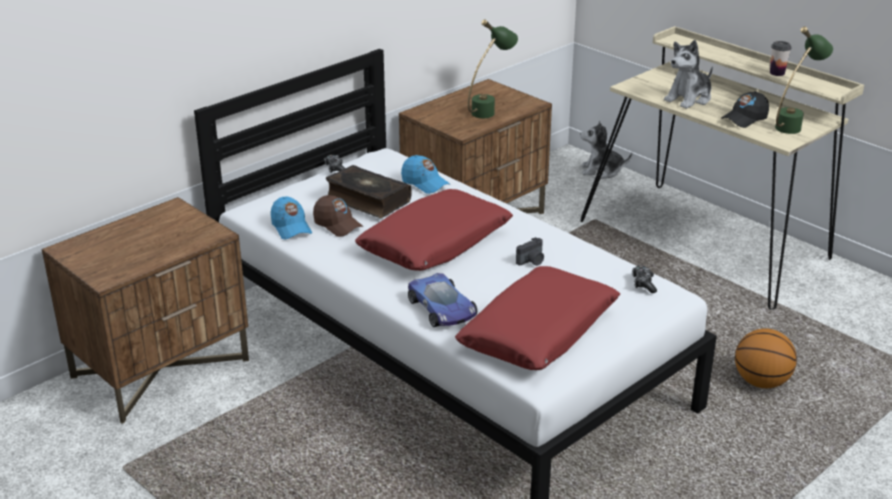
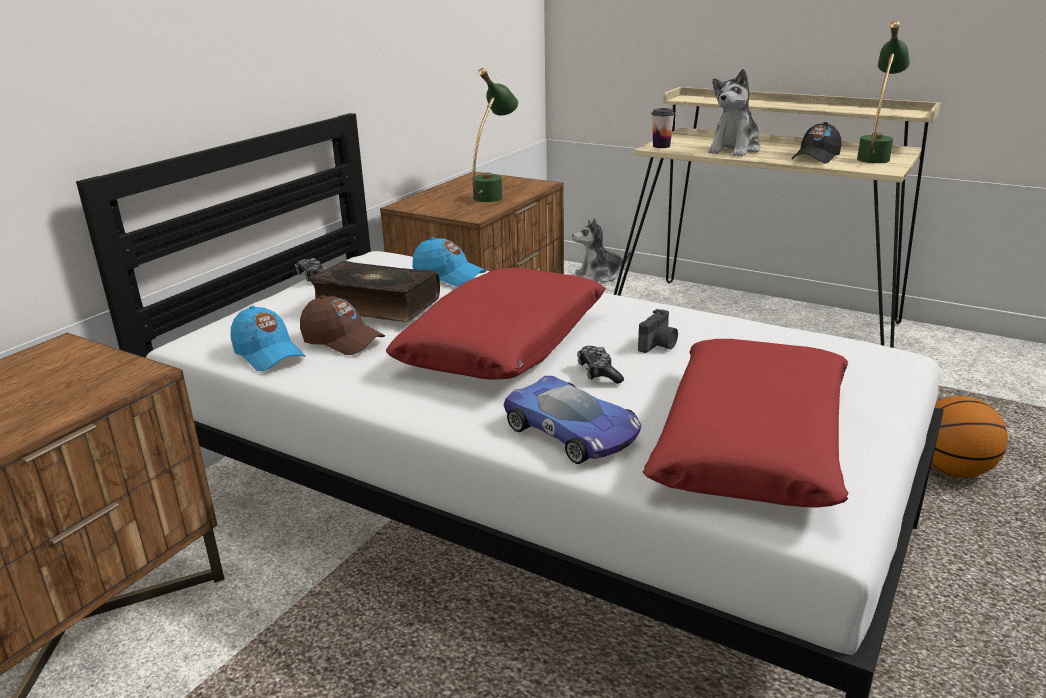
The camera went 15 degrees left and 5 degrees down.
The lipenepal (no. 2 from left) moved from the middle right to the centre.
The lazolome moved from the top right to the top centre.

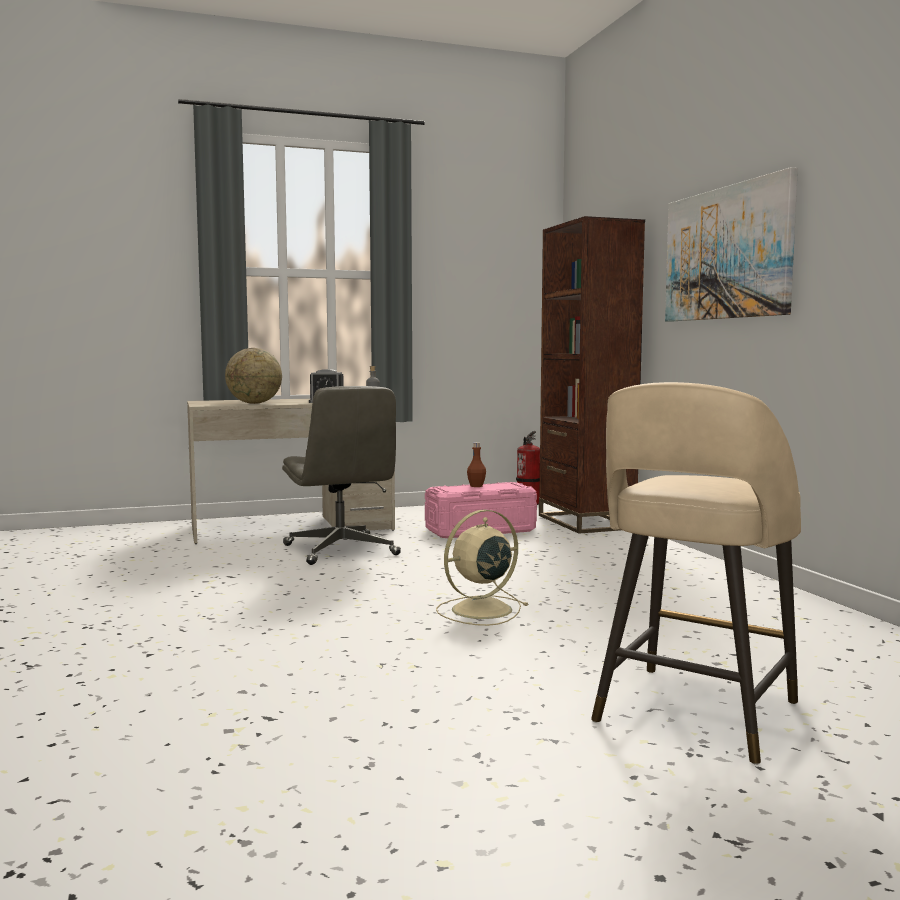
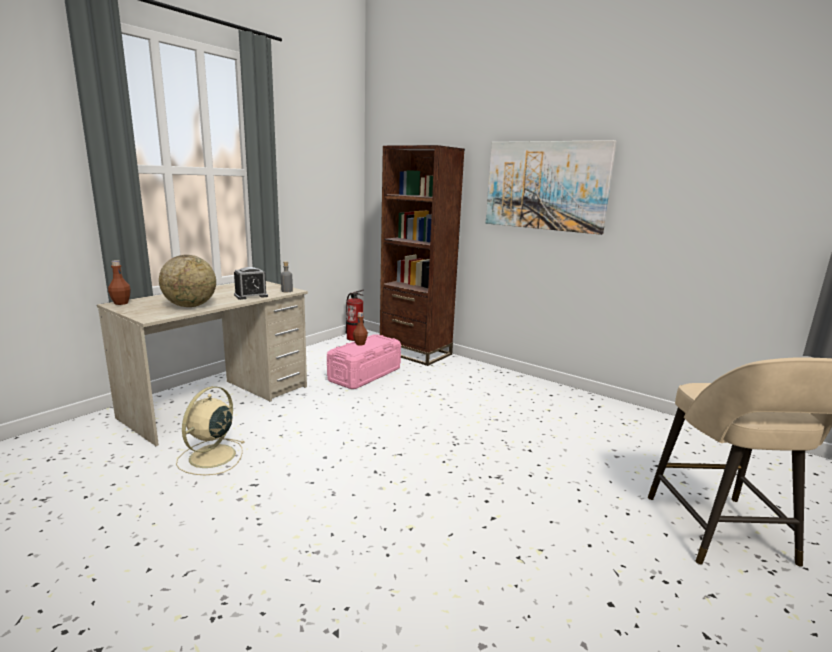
The camera went 35 degrees left and 10 degrees up.
The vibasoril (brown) (no. 1 from left) at the middle left appeared.
The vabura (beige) moved from the centre to the middle left.
The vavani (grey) at the centre disappeared.

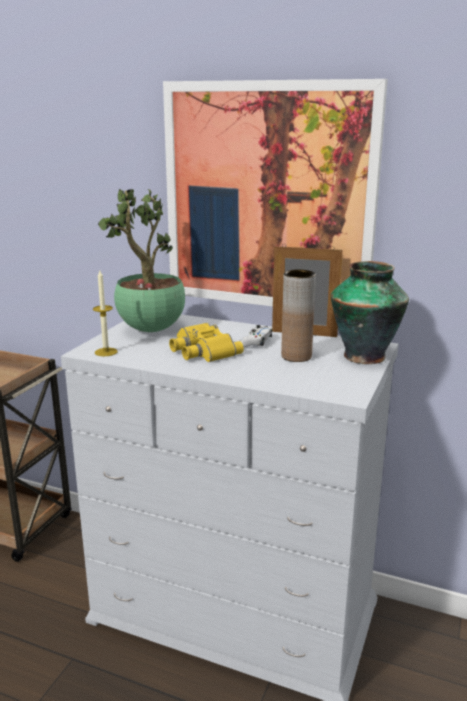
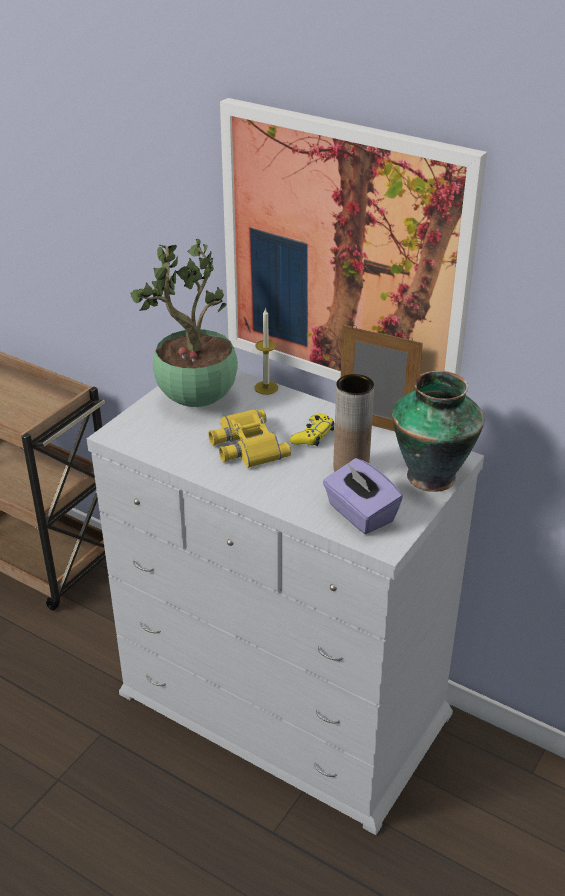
The camera went 10 degrees right and 15 degrees up.
The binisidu moved from the middle left to the centre.
The lipenepal (white) at the centre became the lipenepal (yellow) at the centre.
The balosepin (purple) at the centre appeared.

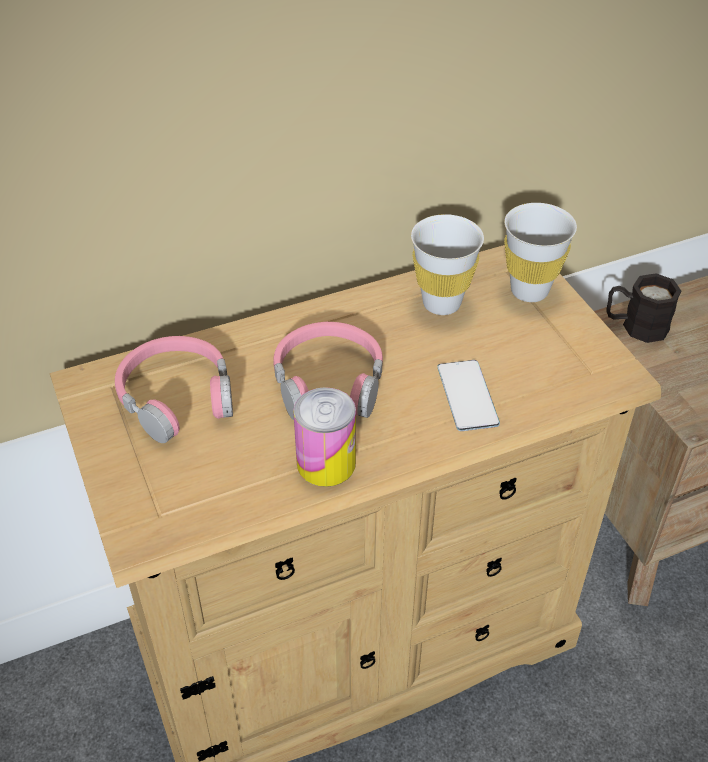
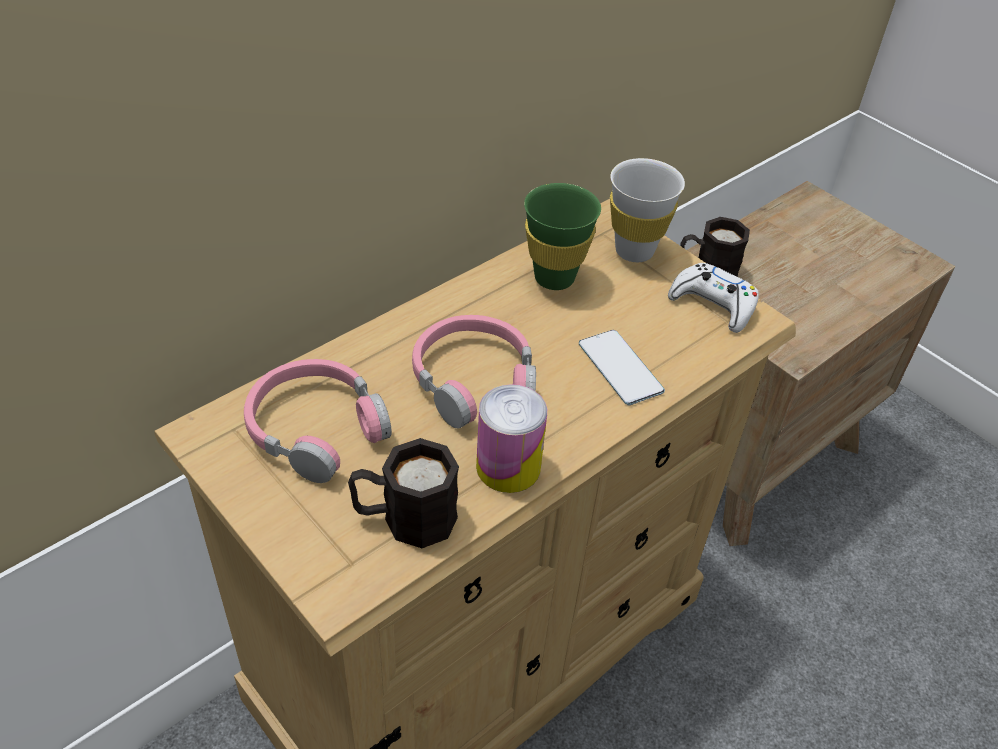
The camera went 20 degrees left and 0 degrees up.
The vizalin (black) (no. 1 from left) at the centre appeared.
The lazolome (white) (no. 1 from left) at the centre became the lazolome (green) at the top centre.
The lipenepal (white) at the middle right appeared.

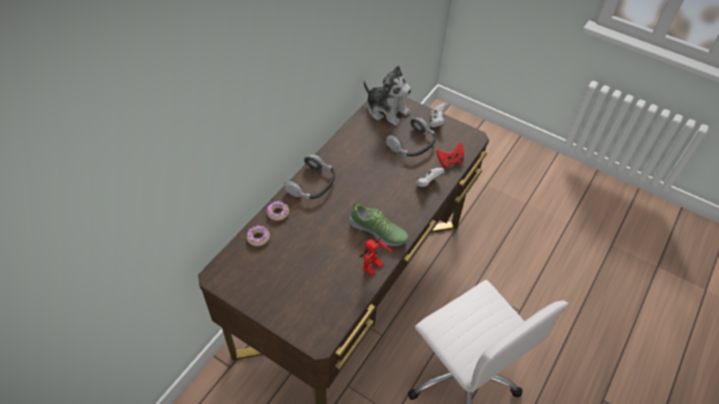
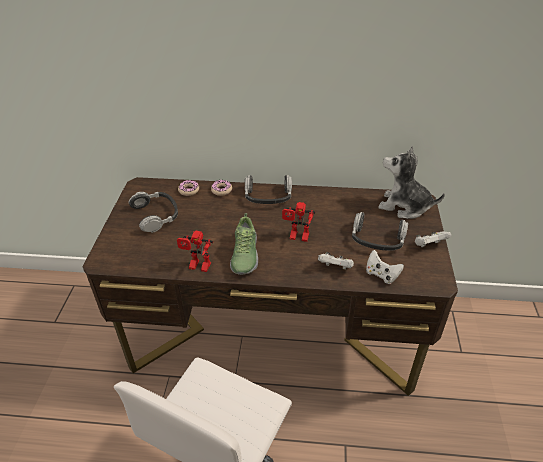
The camera went 65 degrees right and 10 degrees down.
The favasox (no. 1 from left) at the middle left appeared.
The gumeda (no. 2 from left) at the centre appeared.
The lipenepal (red) at the centre became the lipenepal (white) (no. 2 from left) at the middle right.
The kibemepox at the top centre turned 105 degrees clockwise.

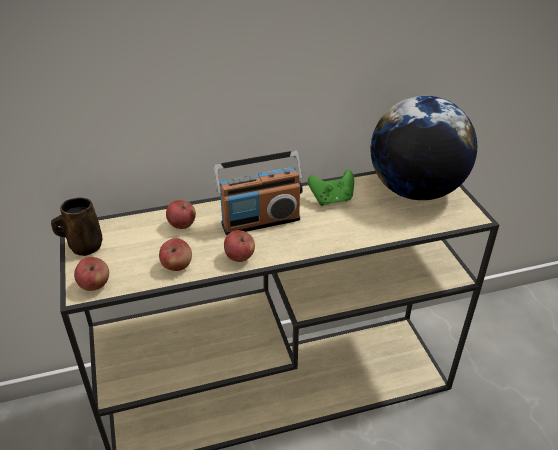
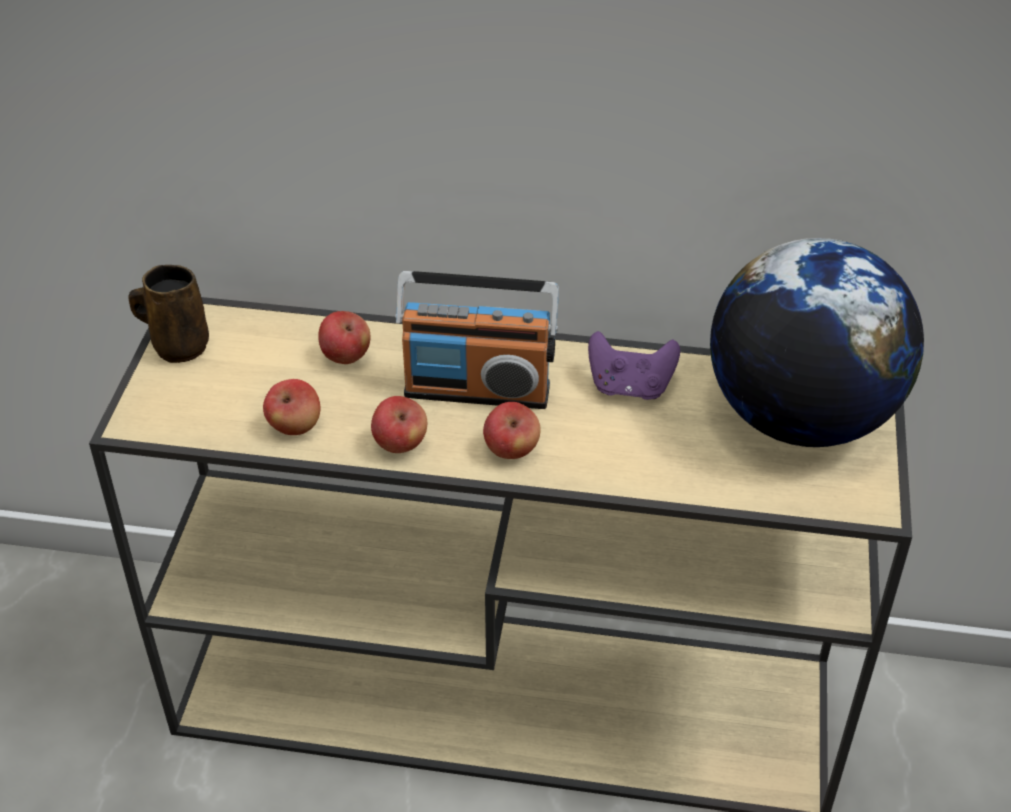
The camera went 25 degrees right and 5 degrees up.
The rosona (no. 1 from left in the first image) moved from the middle left to the centre.
The lipenepal (green) at the centre became the lipenepal (purple) at the centre.

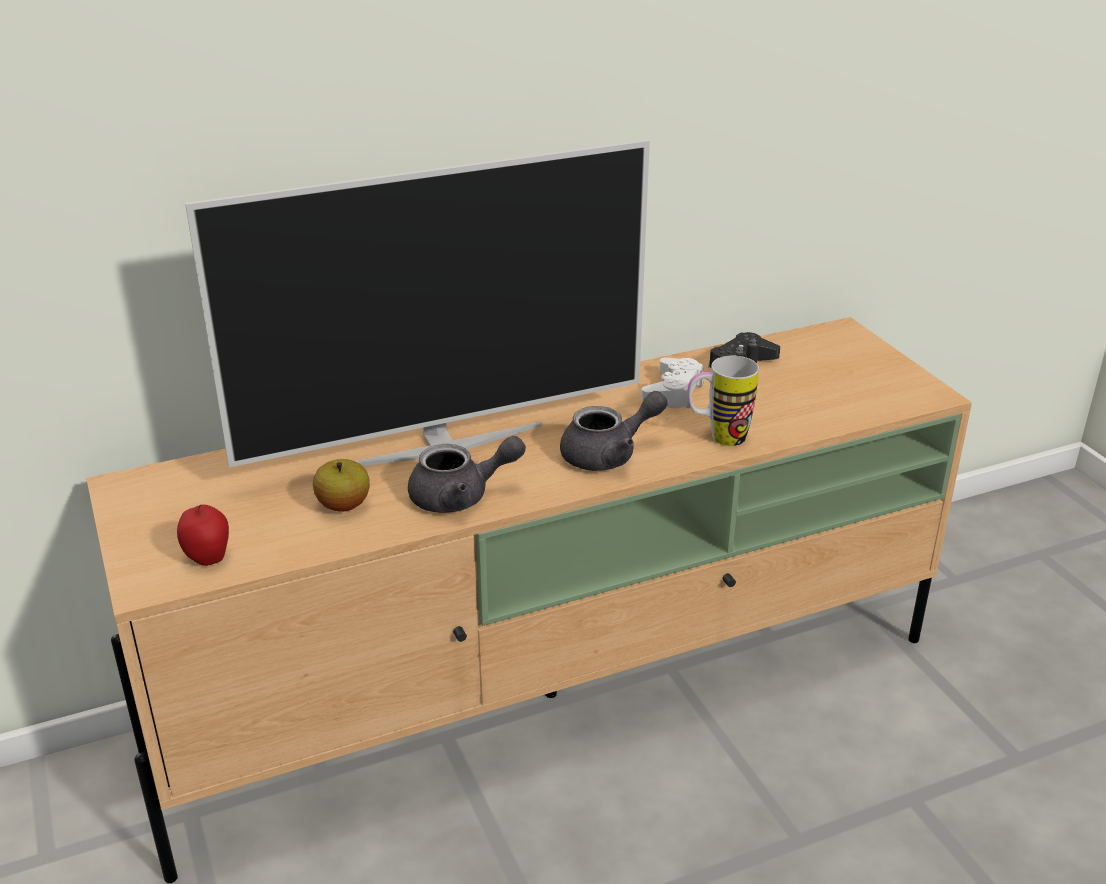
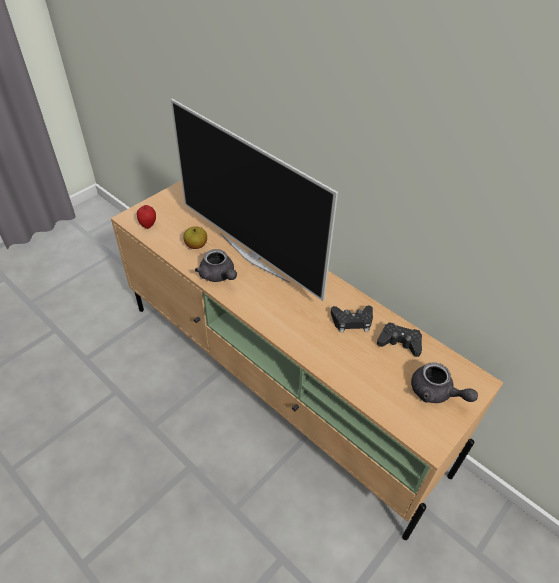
The camera went 65 degrees right and 15 degrees up.
The lipenepal (white) at the centre became the lipenepal (black) (no. 1 from left) at the centre.
The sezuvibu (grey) (no. 2 from left) moved from the centre to the middle right.
The vizalin at the centre disappeared.

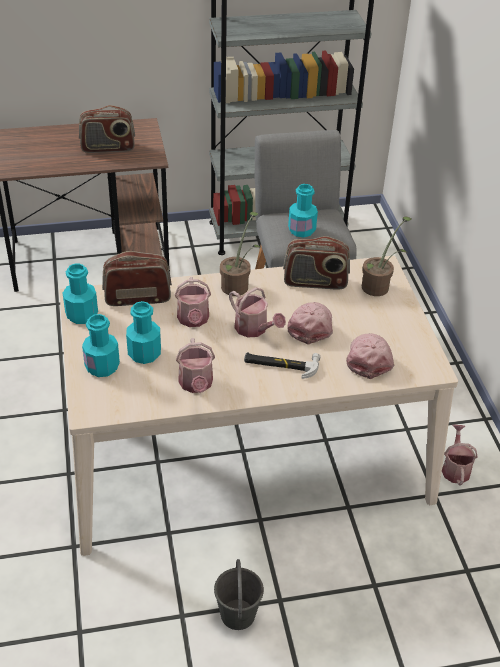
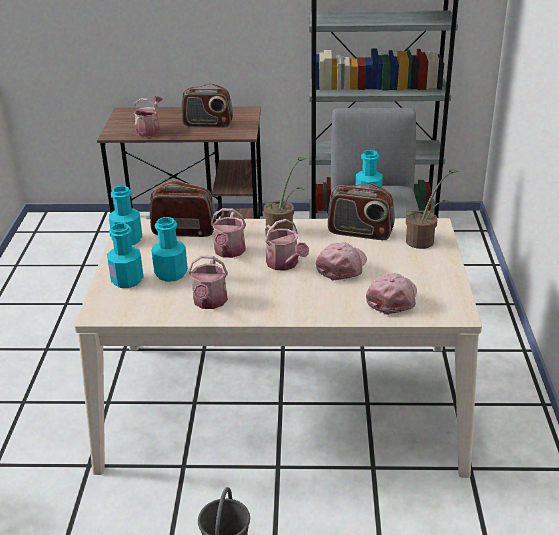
The camera went 15 degrees right and 10 degrees down.
The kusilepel (no. 4 from left in the first image) moved from the bottom right to the top left.
The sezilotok at the centre disappeared.

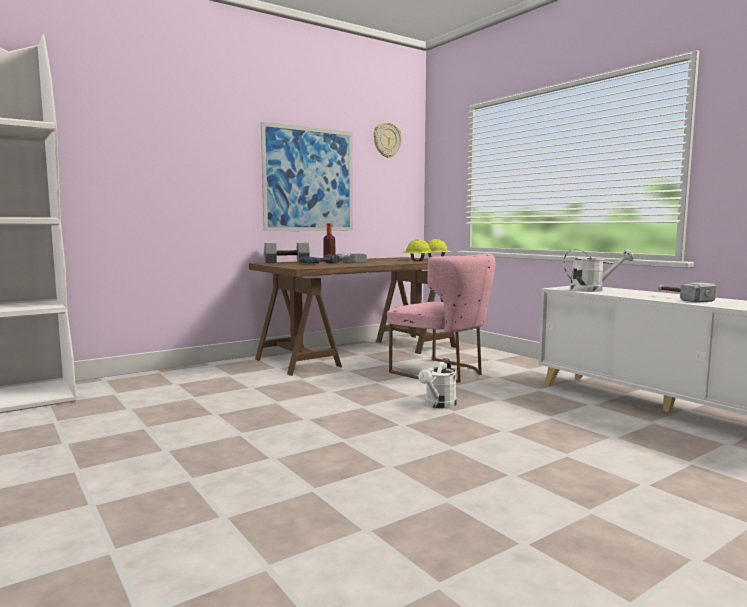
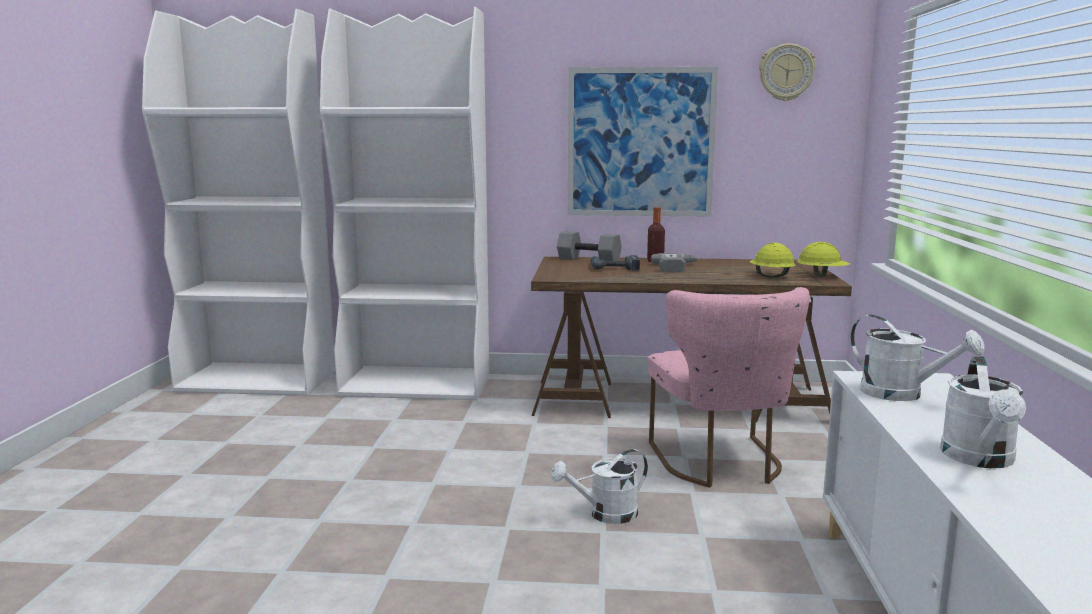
The camera went 40 degrees right and 5 degrees up.
The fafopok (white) (no. 2 from left) at the top centre appeared.
The sezilotok at the middle right was replaced by the kusilepel (white) (no. 3 from left) at the bottom right.

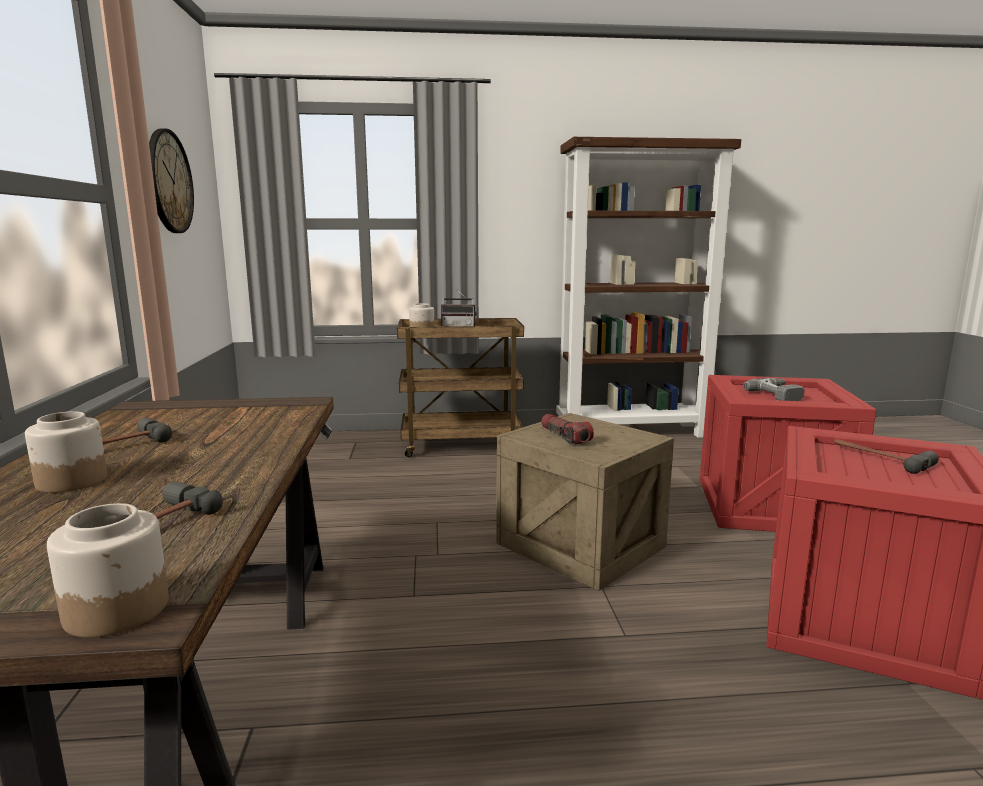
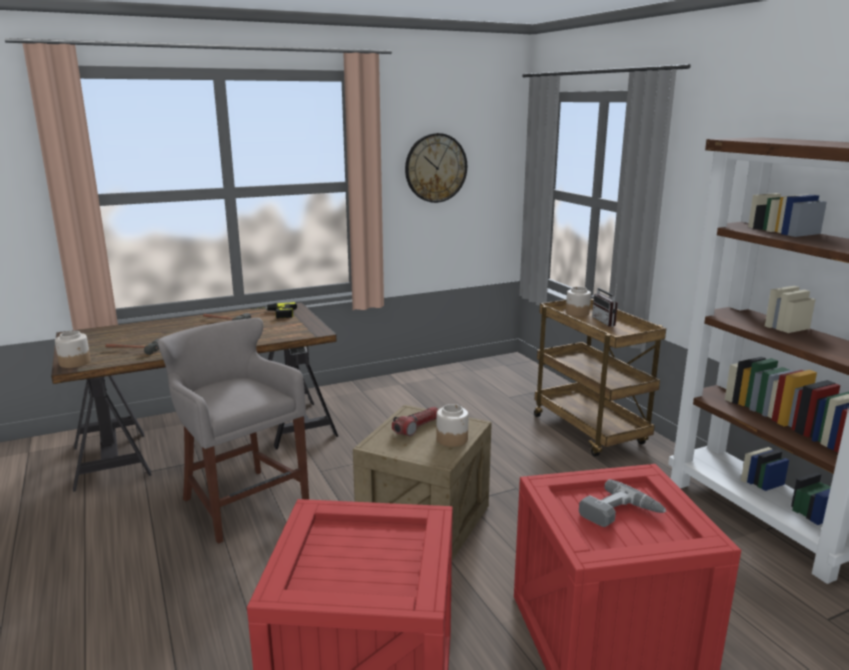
The camera went 70 degrees right and 5 degrees up.
The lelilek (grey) at the middle left appeared.
The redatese (no. 1 from left) at the middle left appeared.
The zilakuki (no. 1 from left in the first image) moved from the middle left to the centre.
The sezilotok (no. 3 from left) at the middle right disappeared.

